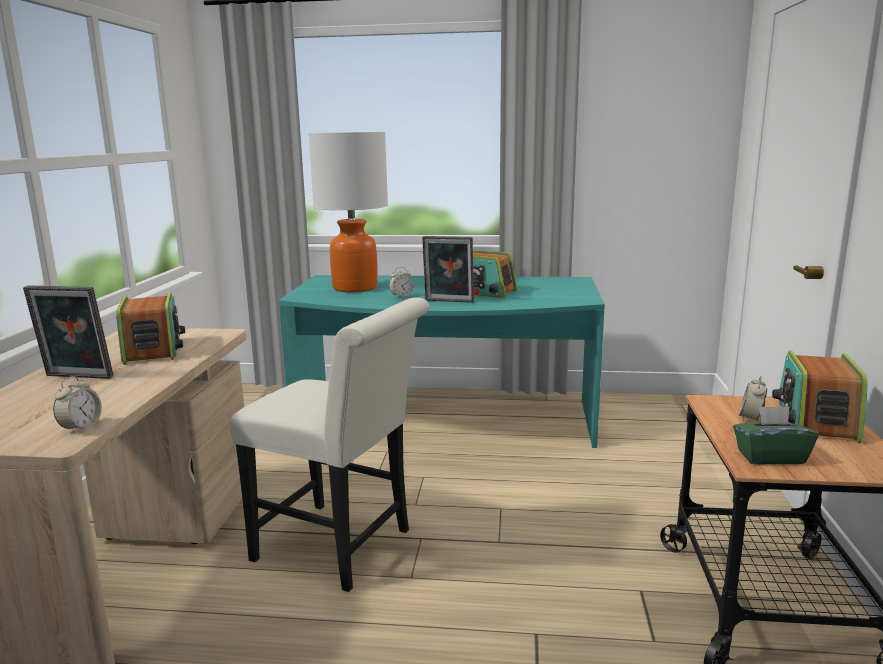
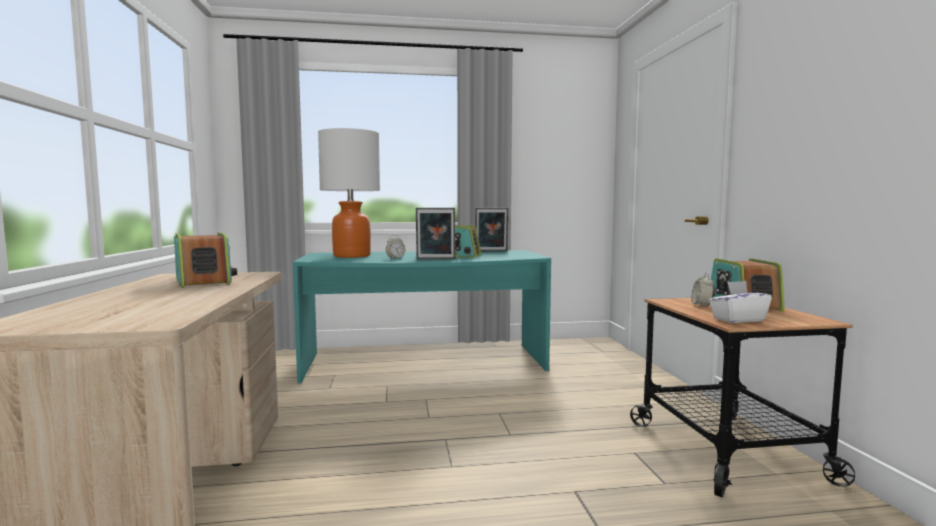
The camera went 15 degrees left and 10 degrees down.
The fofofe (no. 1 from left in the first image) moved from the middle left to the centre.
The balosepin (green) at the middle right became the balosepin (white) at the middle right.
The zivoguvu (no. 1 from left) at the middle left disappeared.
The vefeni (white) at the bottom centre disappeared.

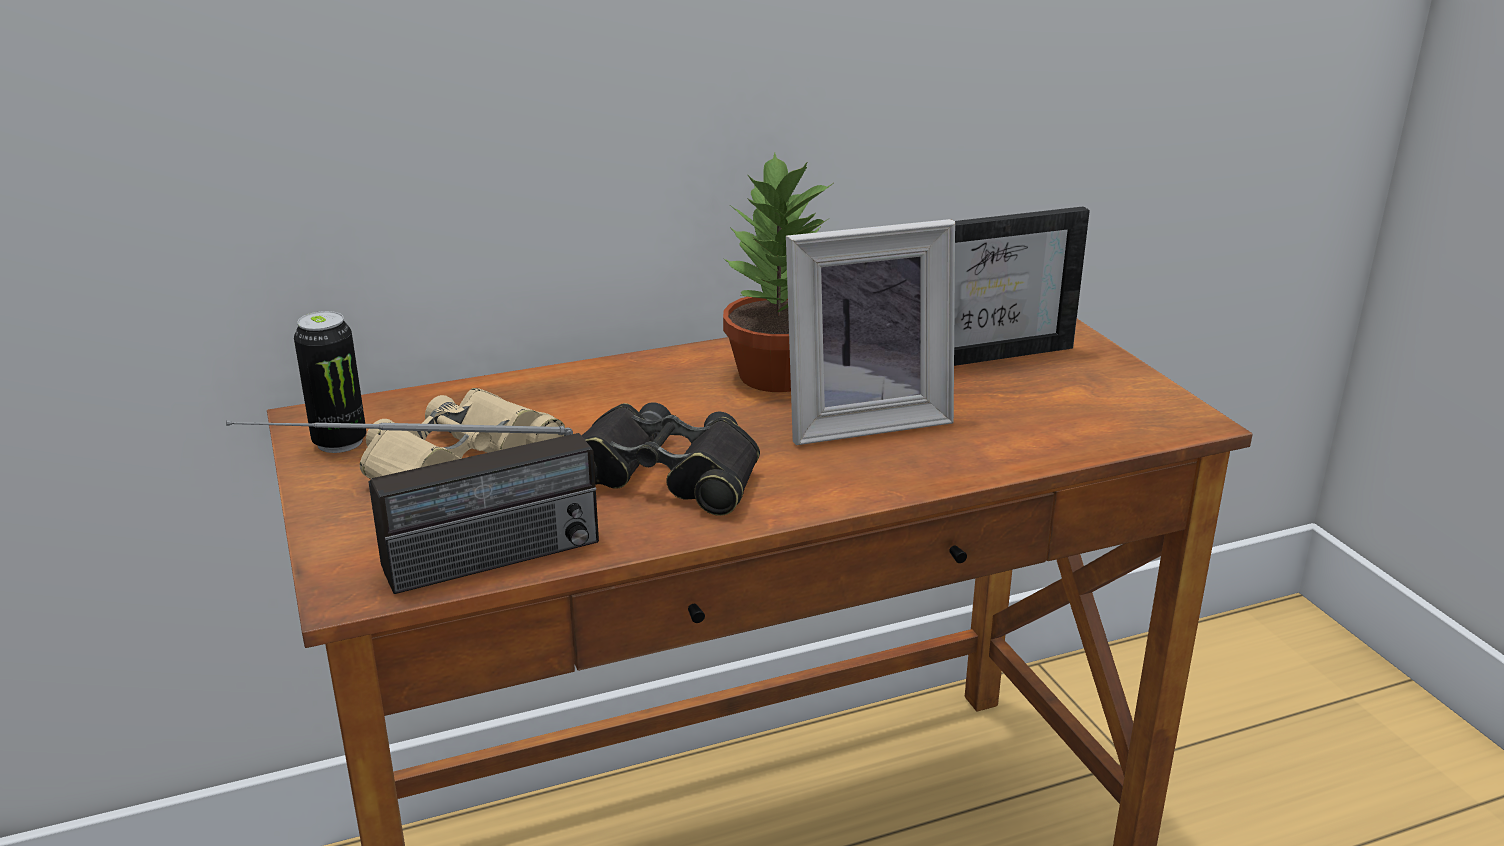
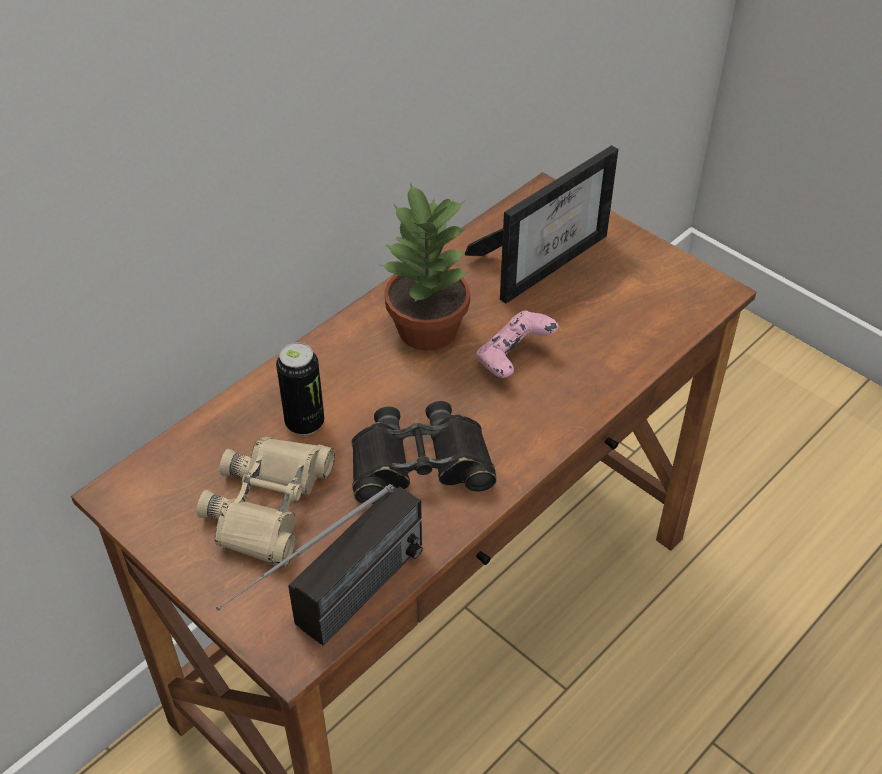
The camera went 25 degrees left and 20 degrees up.
The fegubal moved from the middle left to the centre.
The fofofe (no. 1 from left) at the centre was replaced by the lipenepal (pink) at the centre.

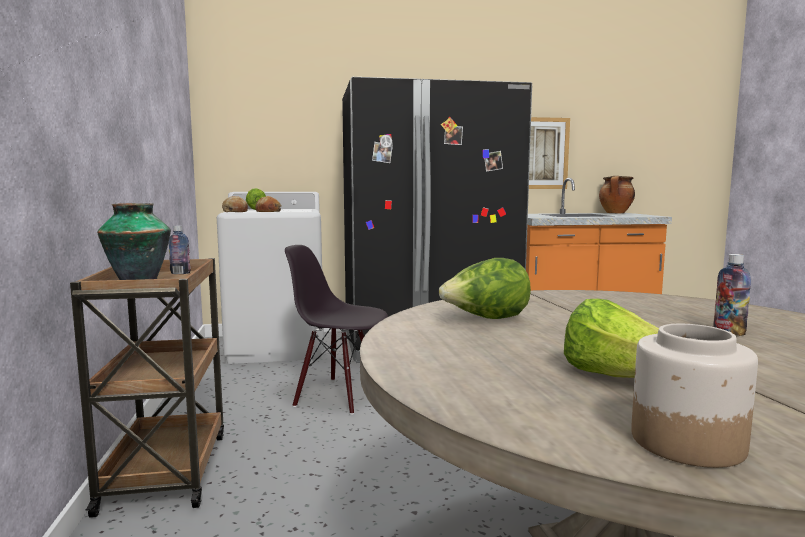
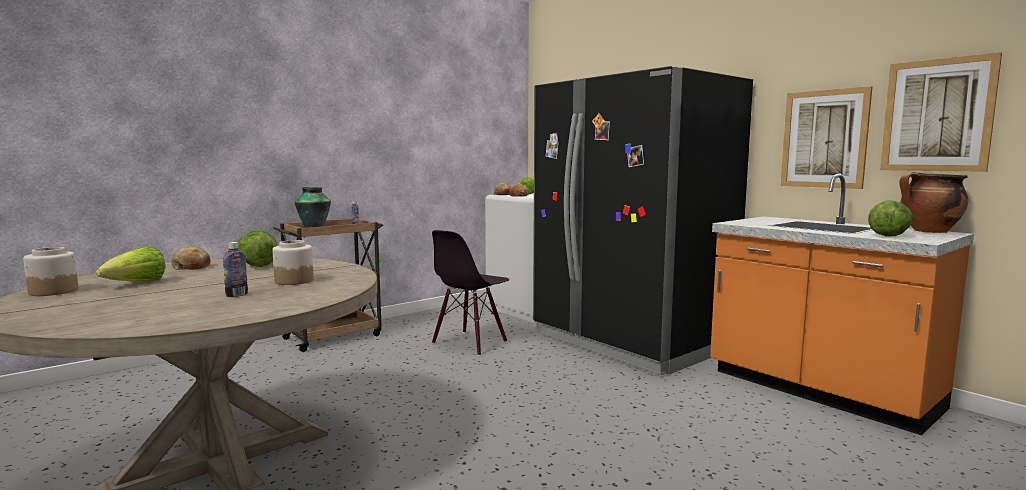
The camera went 60 degrees right and 0 degrees up.
The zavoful (no. 1 from left) at the middle left appeared.
The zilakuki (no. 2 from left) at the middle left appeared.
The vefeni (black) at the centre turned 135 degrees counterclockwise.
The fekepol (no. 4 from left) at the middle right appeared.
The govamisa (no. 2 from left) at the top right appeared.

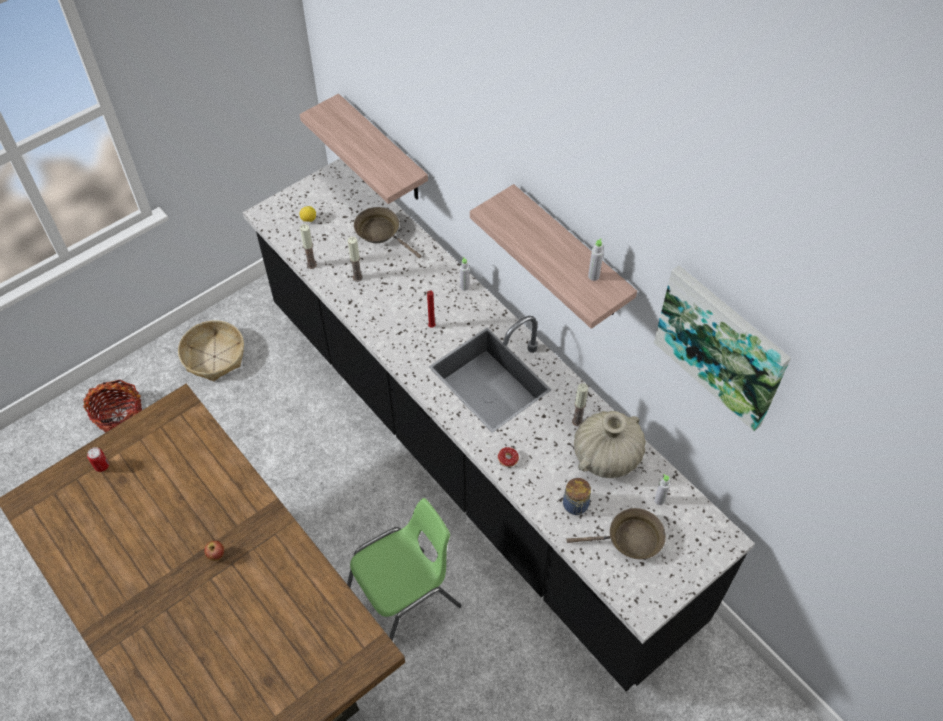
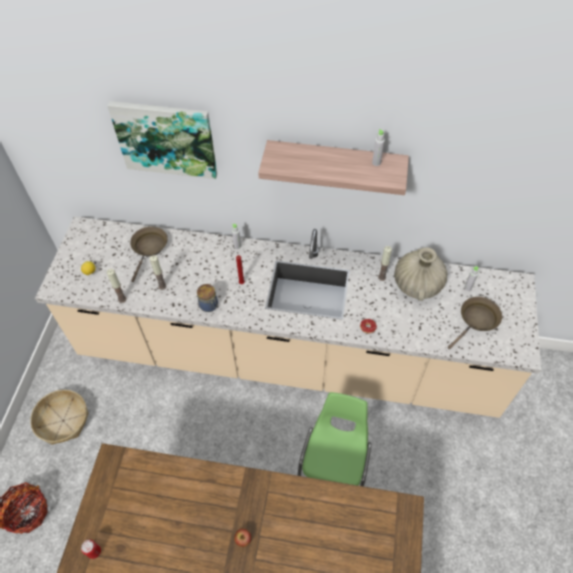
The camera went 40 degrees left and 0 degrees up.
The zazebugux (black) at the centre became the zazebugux (beige) at the centre.
The govamisa moved from the middle right to the top left.
The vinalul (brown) (no. 1 from left) at the top centre turned 105 degrees clockwise.
The zilakuki moved from the bottom centre to the centre.
The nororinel (no. 1 from left) at the top centre disappeared.

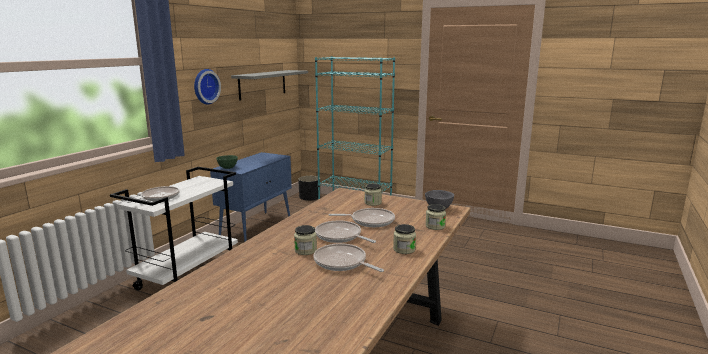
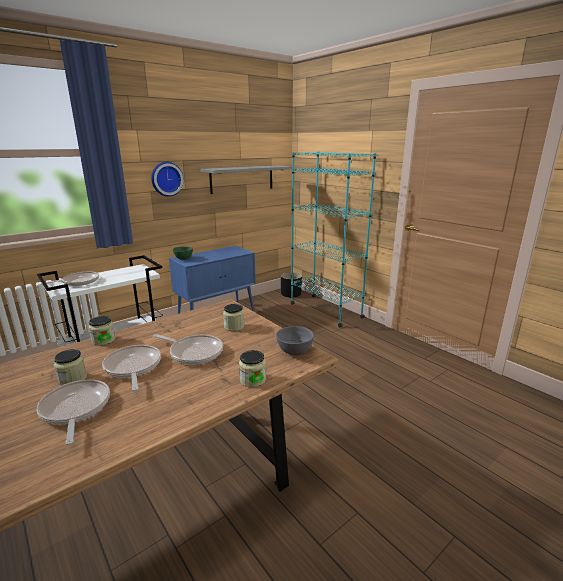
The camera went 25 degrees right and 5 degrees up.
The zilakuki (no. 3 from left in the first image) moved from the bottom centre to the middle left.

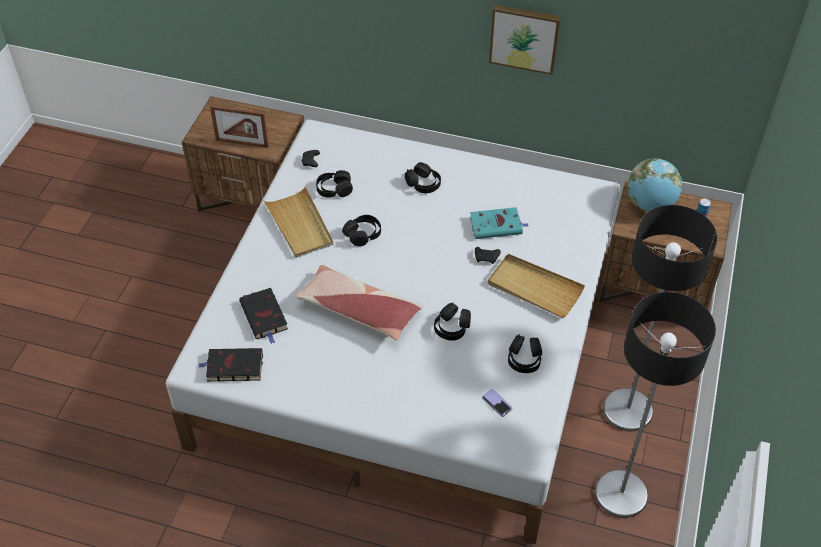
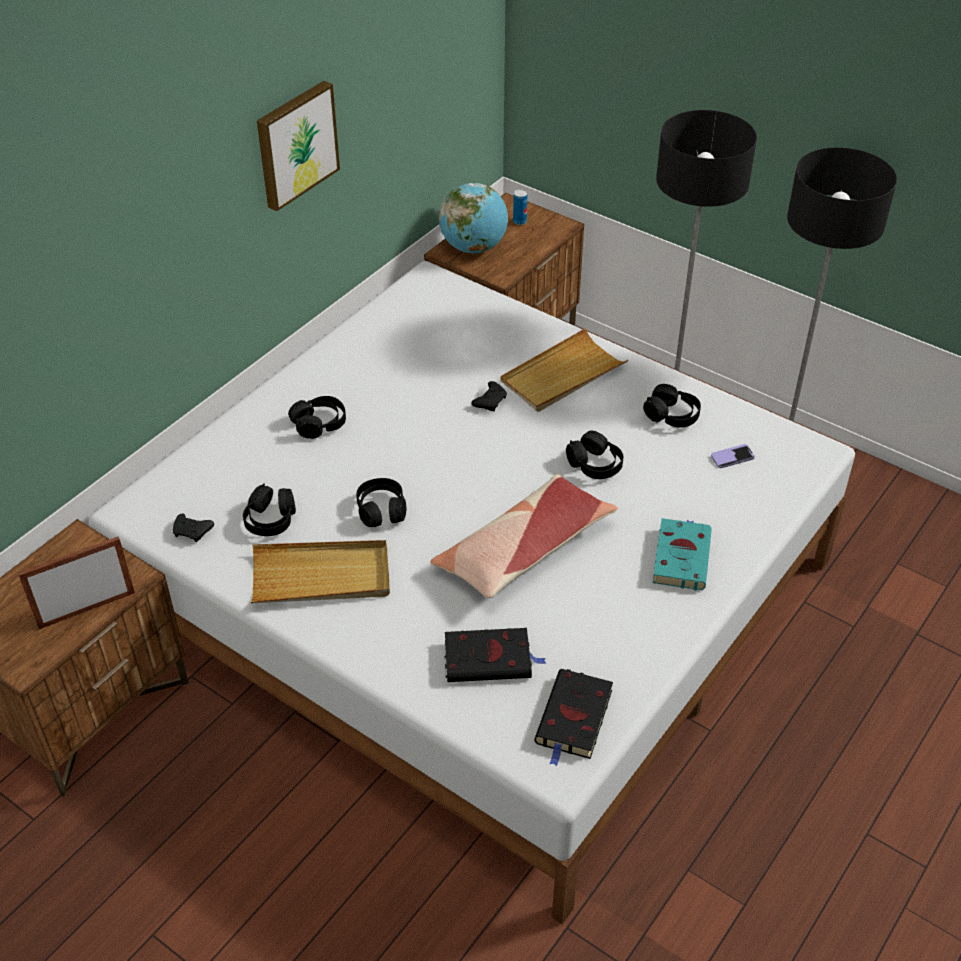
The camera went 70 degrees left and 5 degrees down.
The fofofe at the top left turned 150 degrees counterclockwise.
The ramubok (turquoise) moved from the centre to the middle right.

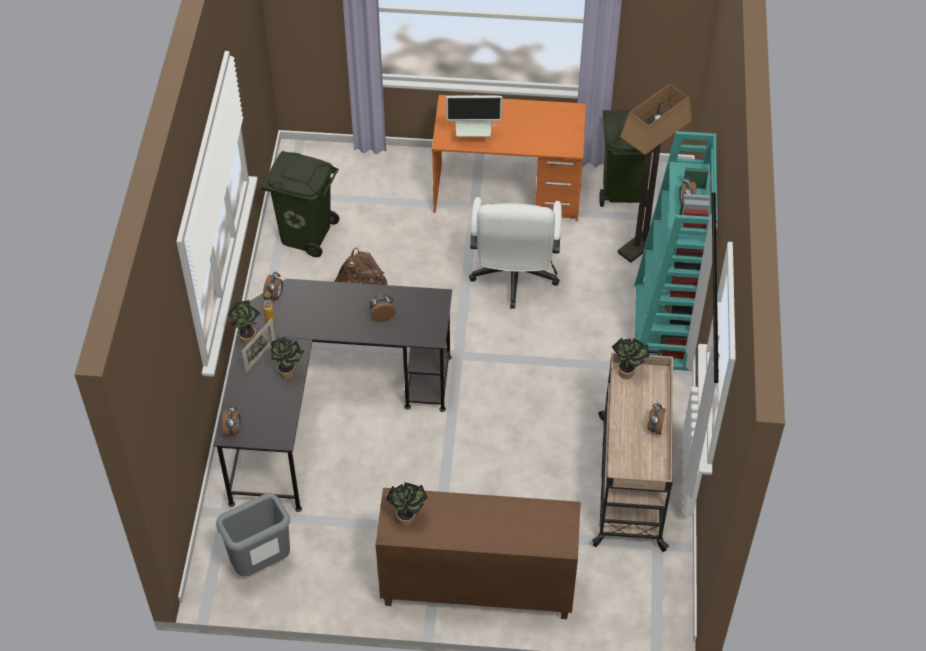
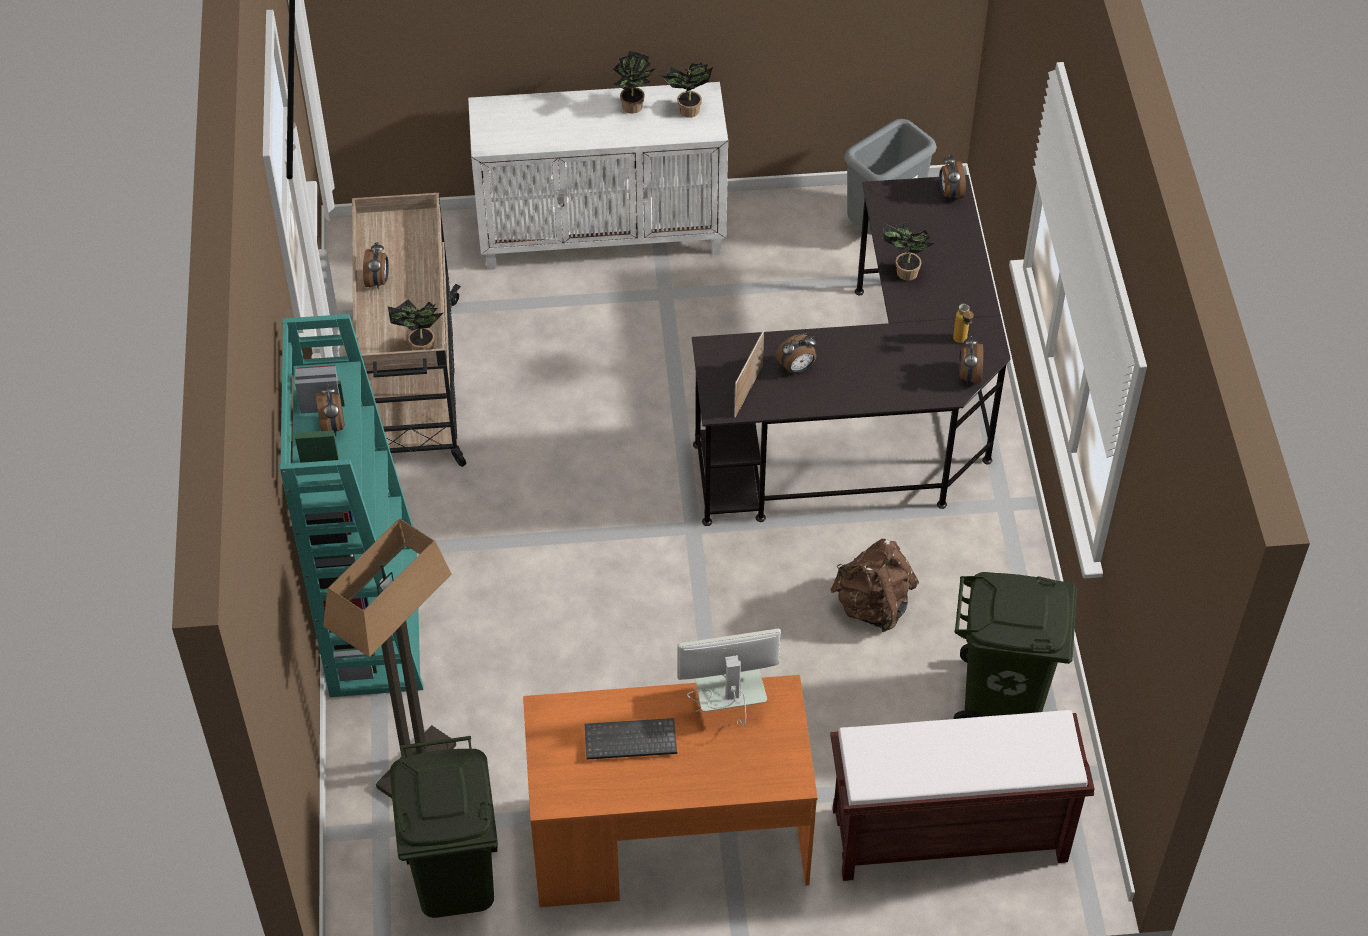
The camera went 170 degrees right and 0 degrees up.
The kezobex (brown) at the bottom centre became the kezobex (white) at the top centre.
The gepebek at the bottom centre appeared.
The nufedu (no. 1 from left in the first image) moved from the middle left to the top centre.
The fofofe moved from the middle left to the centre.
The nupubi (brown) at the bottom right appeared.
The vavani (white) at the centre disappeared.

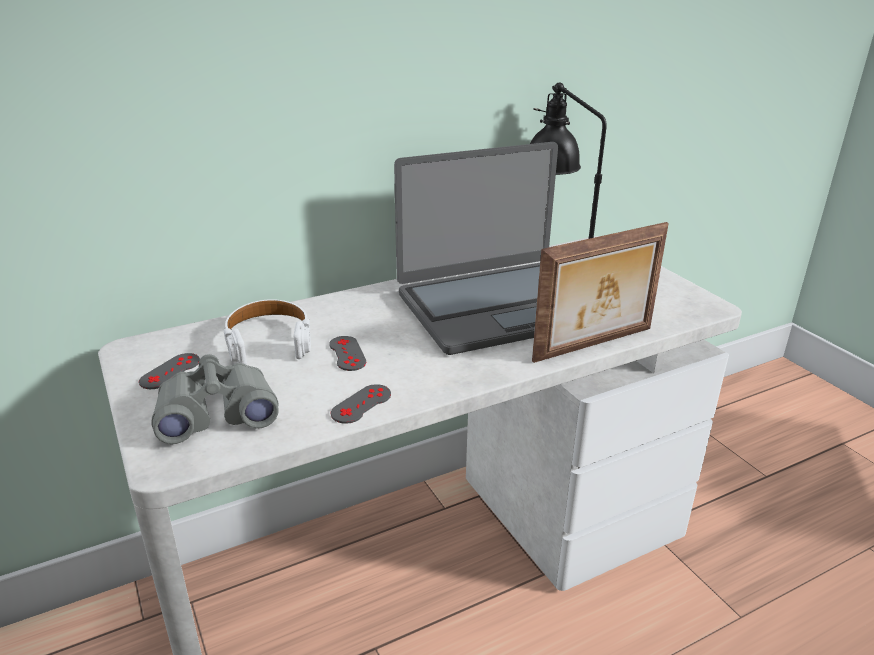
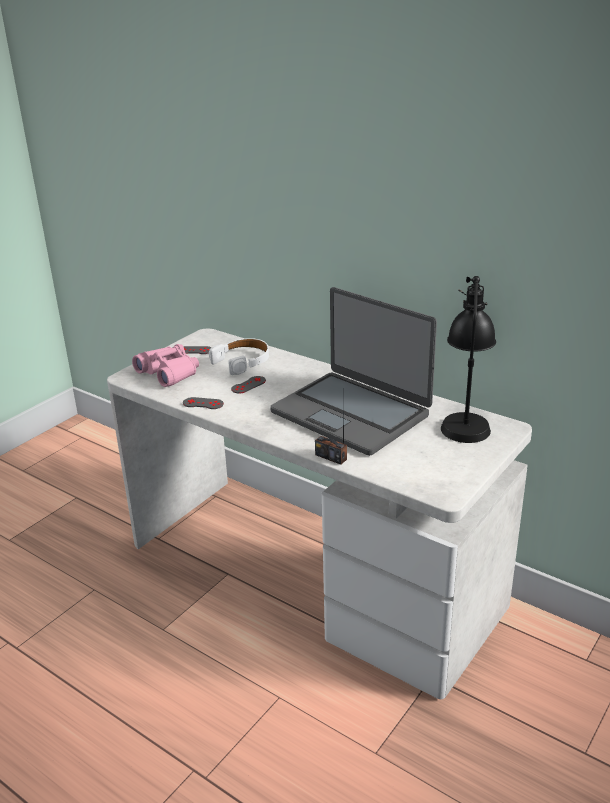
The camera went 65 degrees right and 0 degrees up.
The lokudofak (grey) at the middle left became the lokudofak (pink) at the middle left.
The fofofe at the middle right was replaced by the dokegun at the centre.

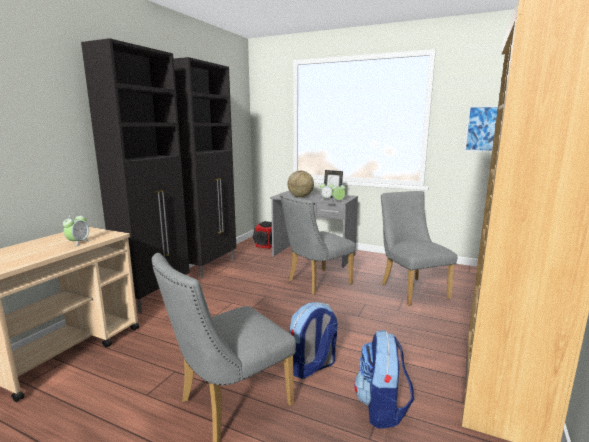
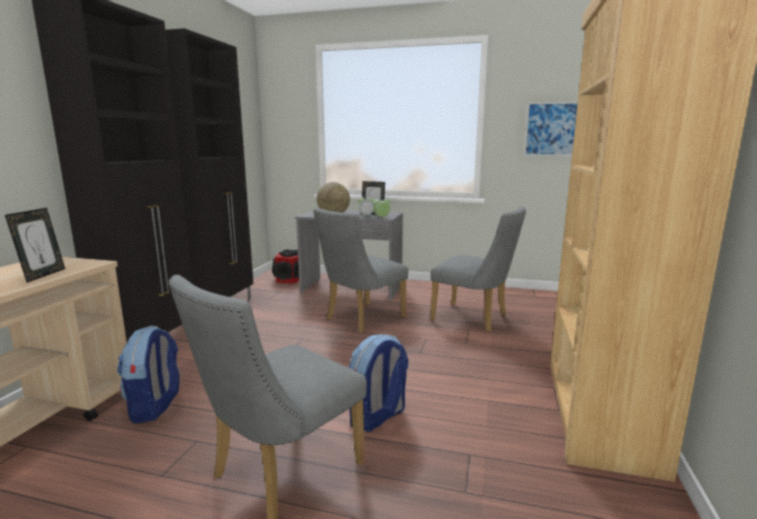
The camera went 10 degrees left and 0 degrees up.
The zivoguvu (no. 1 from left) at the middle left was replaced by the fofofe (no. 1 from left) at the middle left.
The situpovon (no. 2 from left in the first image) moved from the bottom centre to the bottom left.
The vefeni (grey) (no. 3 from left) at the middle right turned 150 degrees clockwise.

